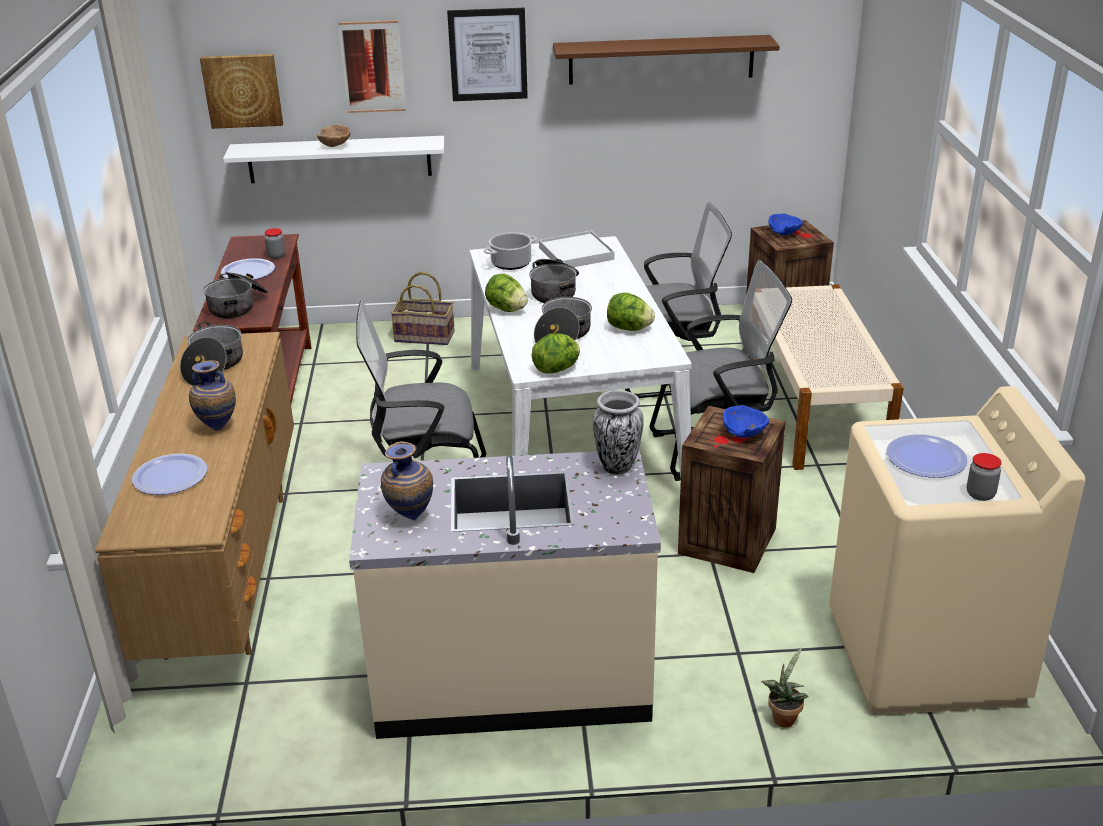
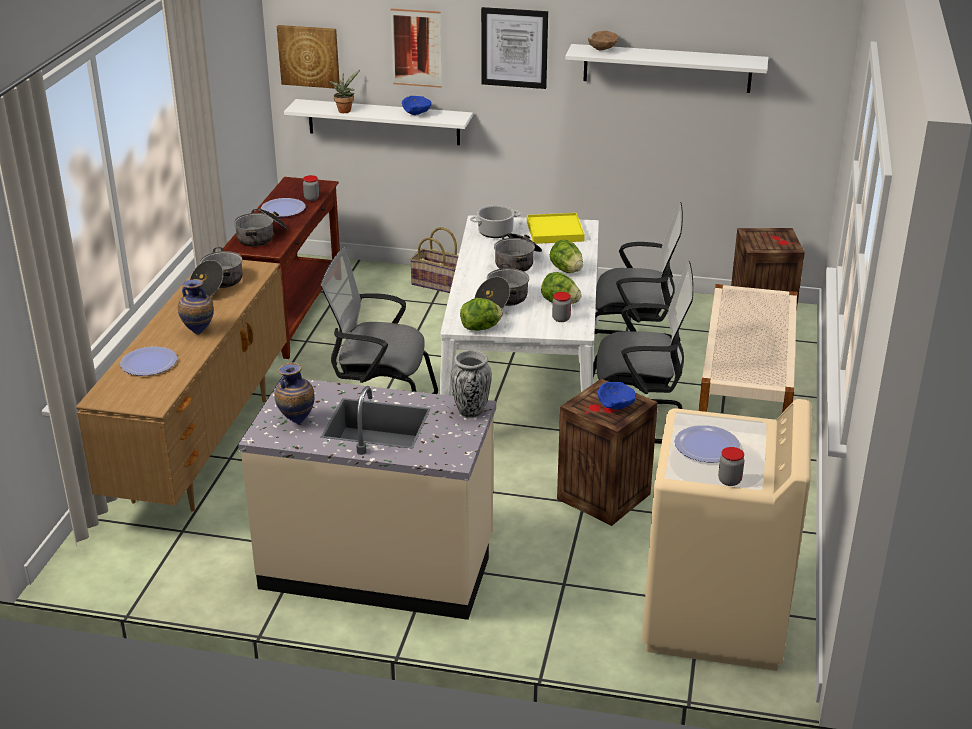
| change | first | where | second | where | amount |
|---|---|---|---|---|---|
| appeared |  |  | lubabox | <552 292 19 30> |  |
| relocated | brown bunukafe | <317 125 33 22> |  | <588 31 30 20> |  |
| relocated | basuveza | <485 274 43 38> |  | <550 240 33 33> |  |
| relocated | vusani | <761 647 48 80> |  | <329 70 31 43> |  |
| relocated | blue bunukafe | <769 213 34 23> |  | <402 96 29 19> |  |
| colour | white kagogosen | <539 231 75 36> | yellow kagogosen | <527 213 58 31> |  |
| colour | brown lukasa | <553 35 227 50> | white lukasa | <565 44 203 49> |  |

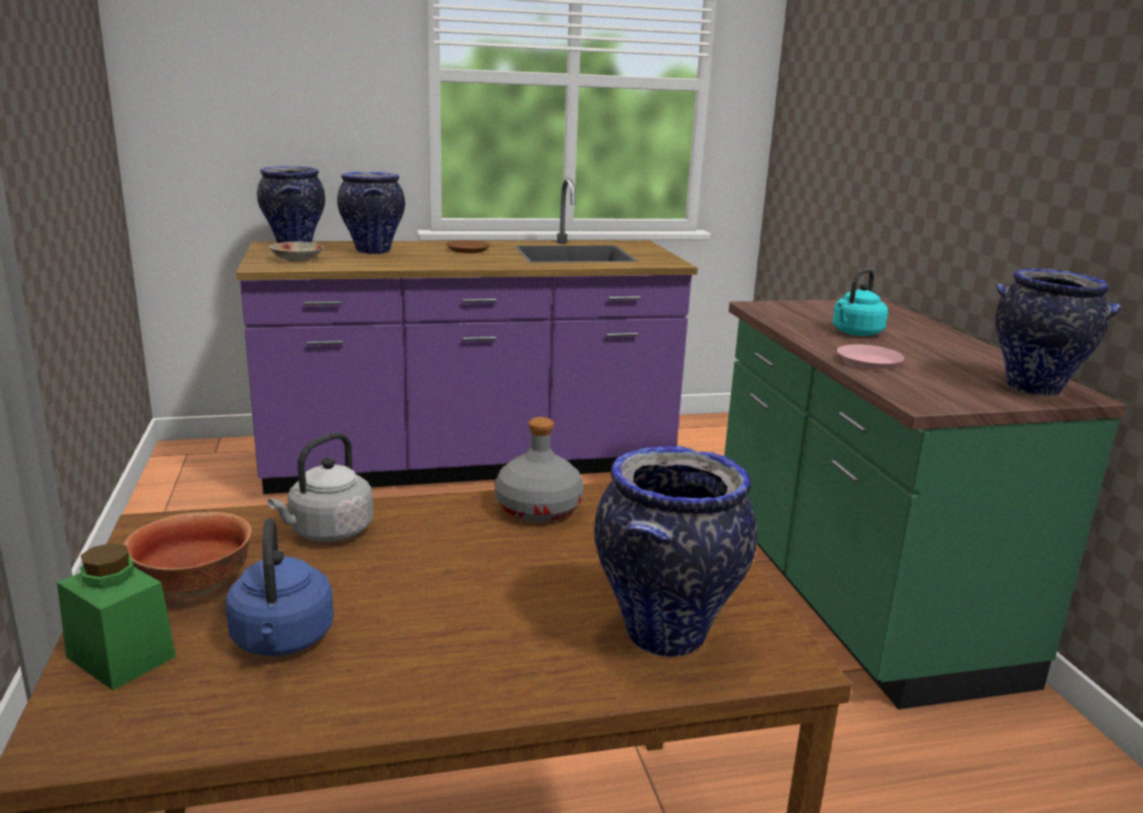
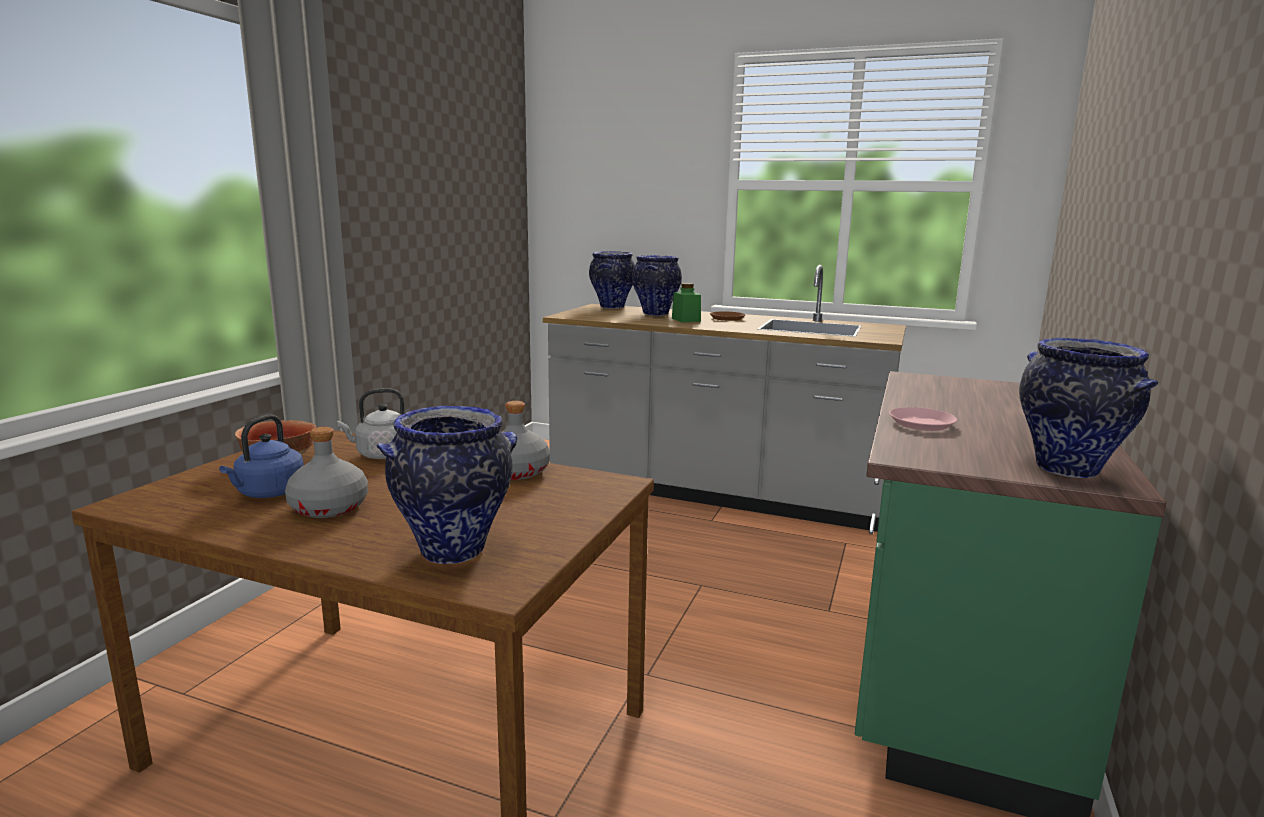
| change | first | where | second | where | amount |
|---|---|---|---|---|---|
| missing | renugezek | <269 242 55 20> |  |  |  |
| missing | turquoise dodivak | <833 269 55 67> |  |  |  |
| appeared |  |  | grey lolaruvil | <285 427 83 91> |  |
| relocated | green lubabox | <57 543 119 147> |  | <672 283 29 40> |  |
| colour | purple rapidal | <236 177 462 317> | grey rapidal | <543 265 363 267> |  |

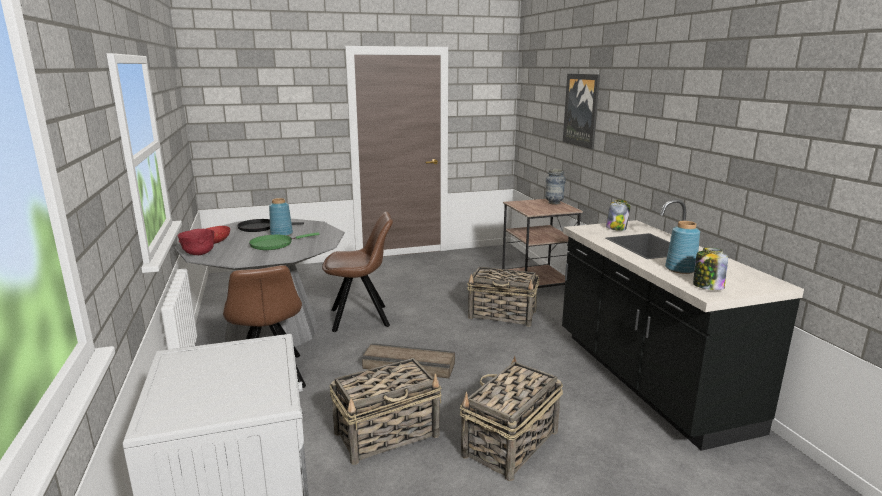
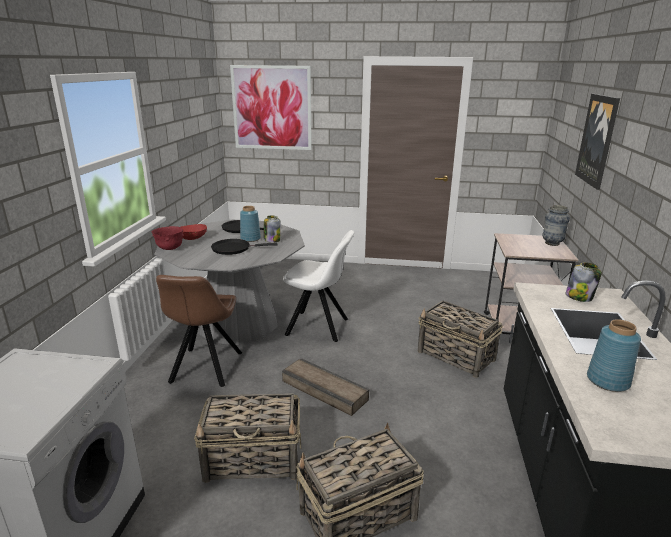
| change | first | where | second | where | amount |
|---|---|---|---|---|---|
| appeared |  |  | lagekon | <230 65 82 85> |  |
| relocated | lubabox | <693 248 35 42> |  | <264 216 17 27> |  |
| colour | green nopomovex | <249 232 70 18> | black nopomovex | <211 239 67 16> |  |
| colour | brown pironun | <322 212 71 120> | white pironun | <283 230 71 112> |  |

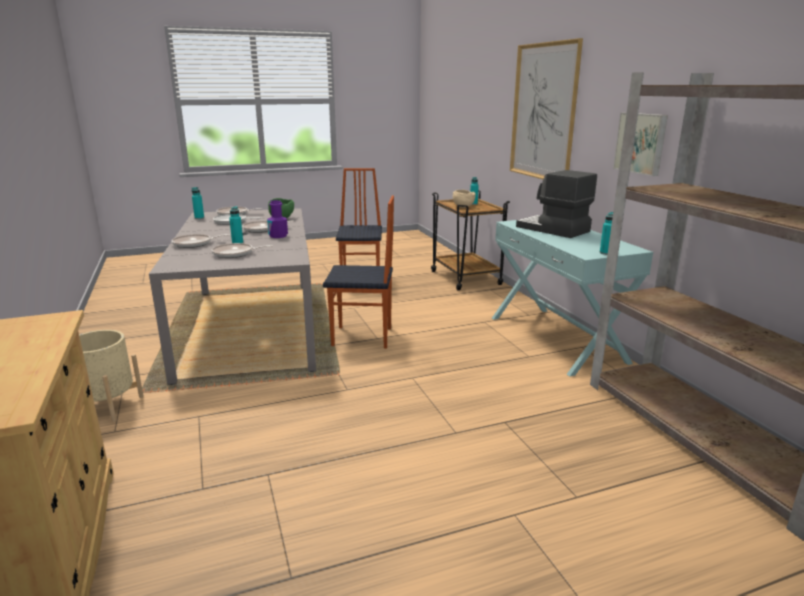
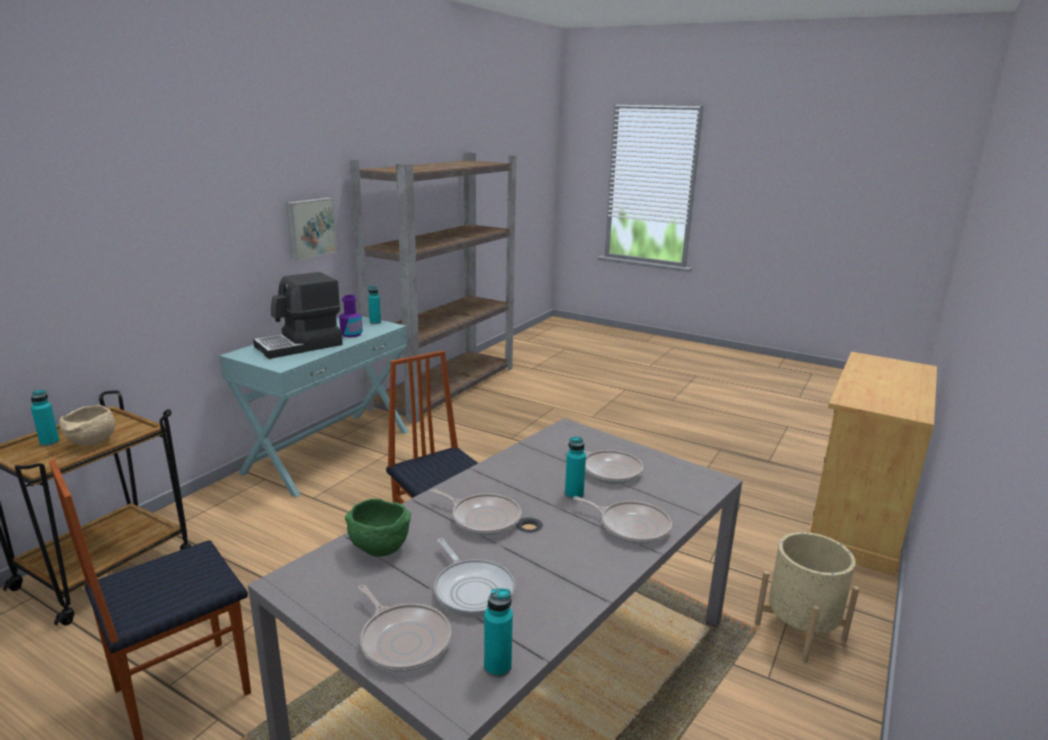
| change | first | where | second | where | amount |
|---|---|---|---|---|---|
| missing | lagekon | <510 38 73 141> |  |  |  |
| relocated | purple lolaruvil | <267 200 21 38> |  | <339 295 23 42> |  |
| spun | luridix | <516 170 81 68> |  | <253 272 90 87> | 45 degrees clockwise |

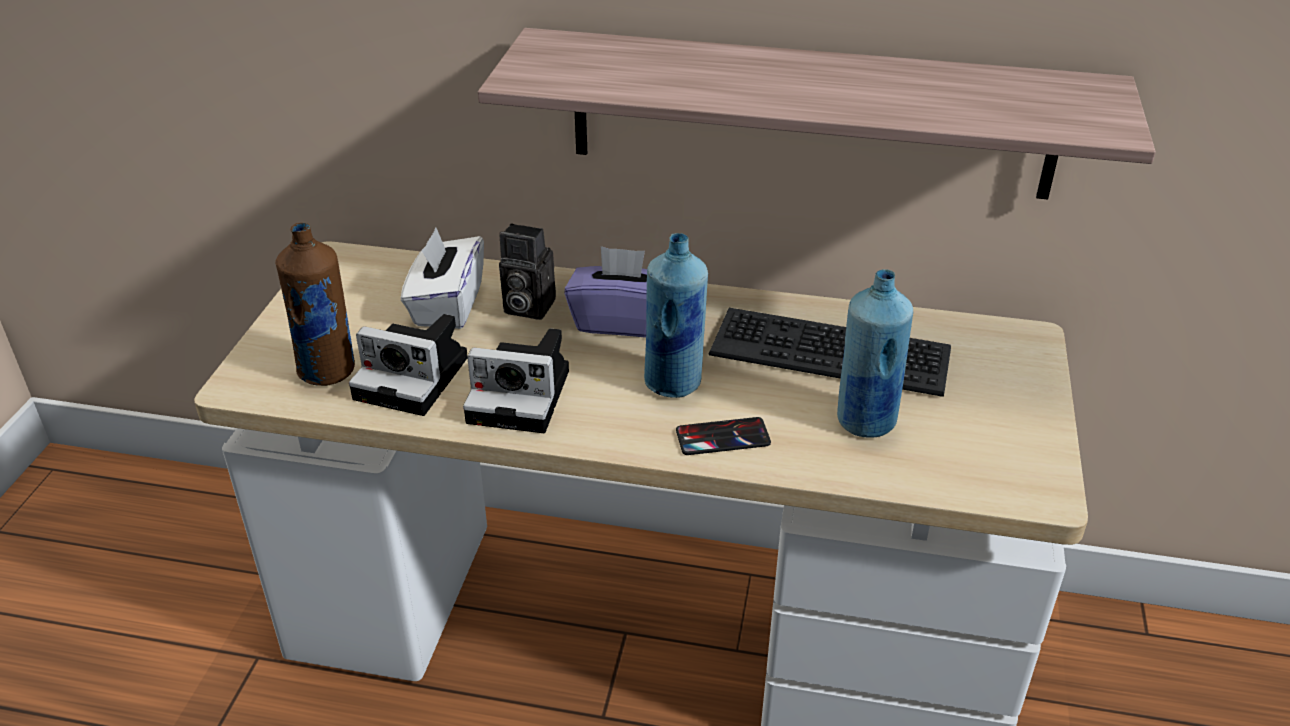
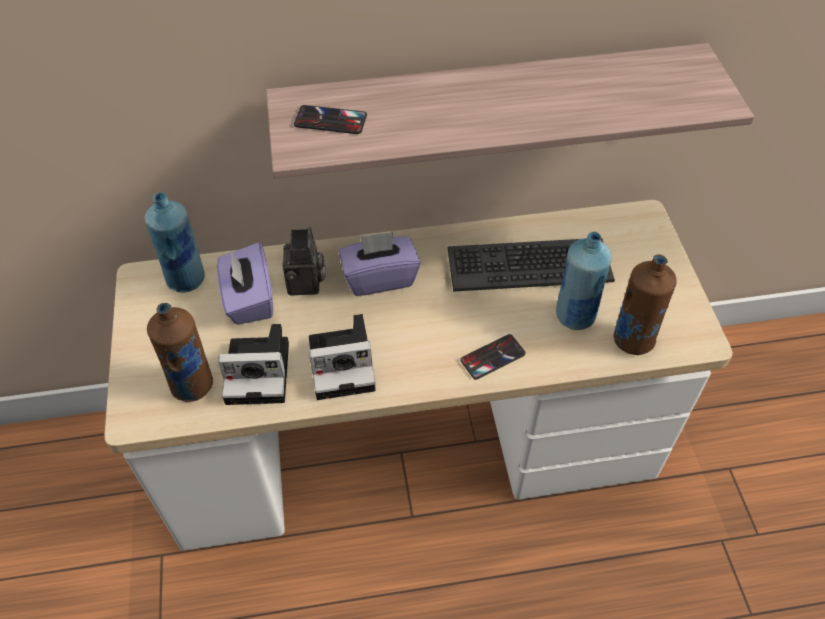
| change | first | where | second | where | amount |
|---|---|---|---|---|---|
| appeared |  |  | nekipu | <294 105 73 29> |  |
| appeared |  |  | brown lolaruvil | <614 254 63 101> |  |
| relocated | blue lolaruvil | <644 233 64 165> |  | <144 193 61 100> |  |
| colour | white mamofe | <401 228 83 101> | purple mamofe | <217 242 56 83> |  |
| spun | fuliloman | <499 223 57 97> |  | <283 227 43 68> | 90 degrees counterclockwise |

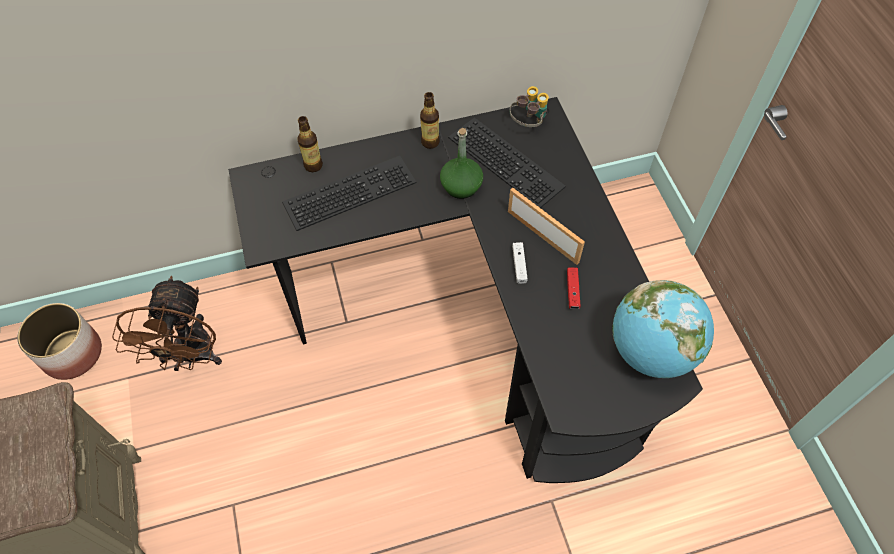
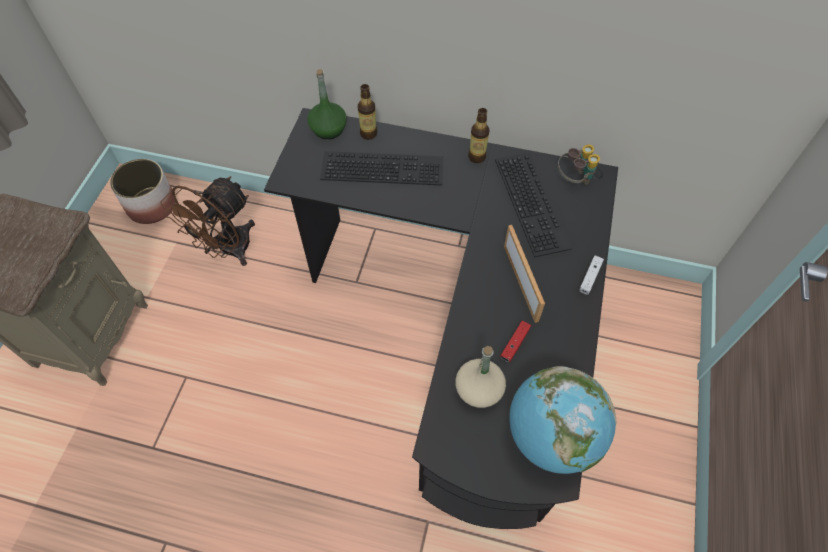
| change | first | where | second | where | amount |
|---|---|---|---|---|---|
| appeared |  |  | beige lolaruvil | <455 346 51 62> |  |
| relocated | green lolaruvil | <440 128 43 71> |  | <307 69 40 71> |  |
| relocated | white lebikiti | <512 242 16 42> |  | <579 255 25 40> |  |

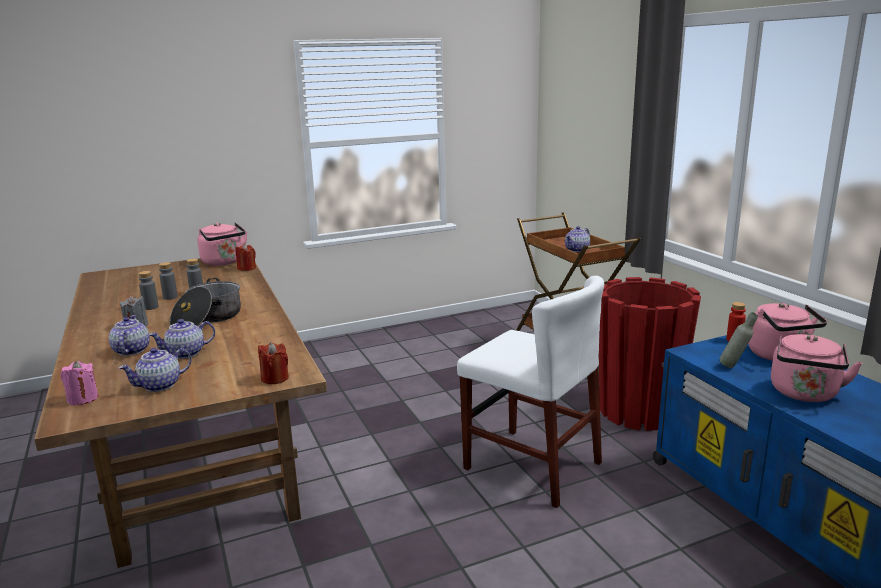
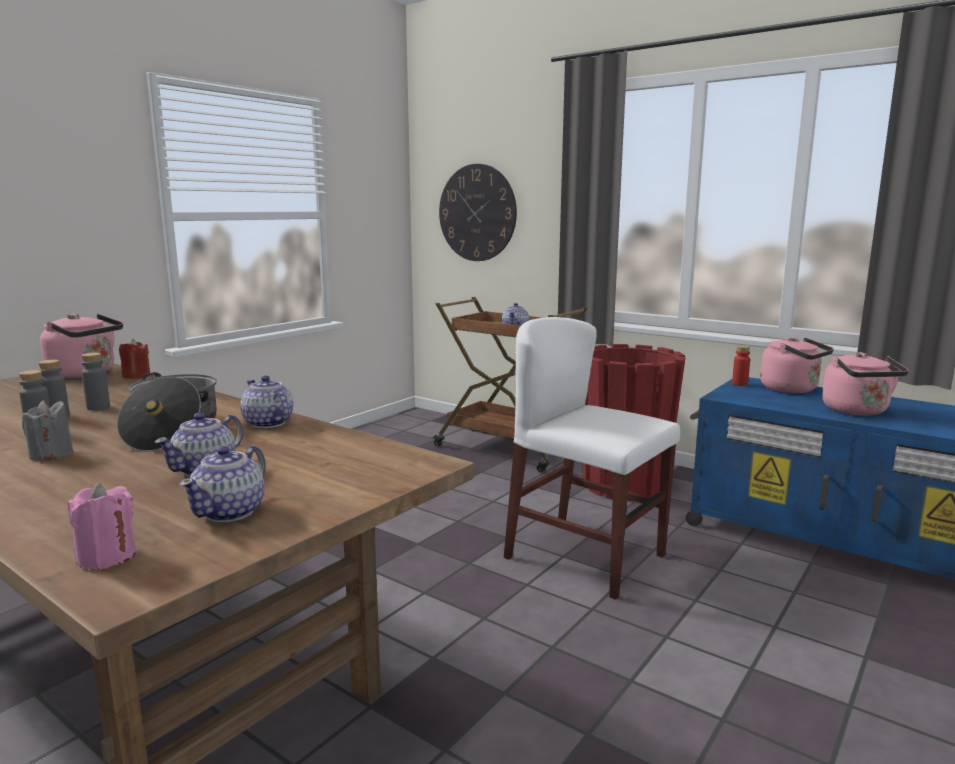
| change | first | where | second | where | amount |
|---|---|---|---|---|---|
| missing | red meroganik | <258 342 31 42> |  |  |  |
| missing | grey lolaruvil | <719 312 39 56> |  |  |  |
| appeared |  |  | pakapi | <439 164 78 97> |  |
| relocated | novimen | <109 315 41 41> |  | <240 376 53 52> |  |
| spun | white pironun | <457 276 147 232> |  | <504 317 176 283> | 150 degrees counterclockwise |

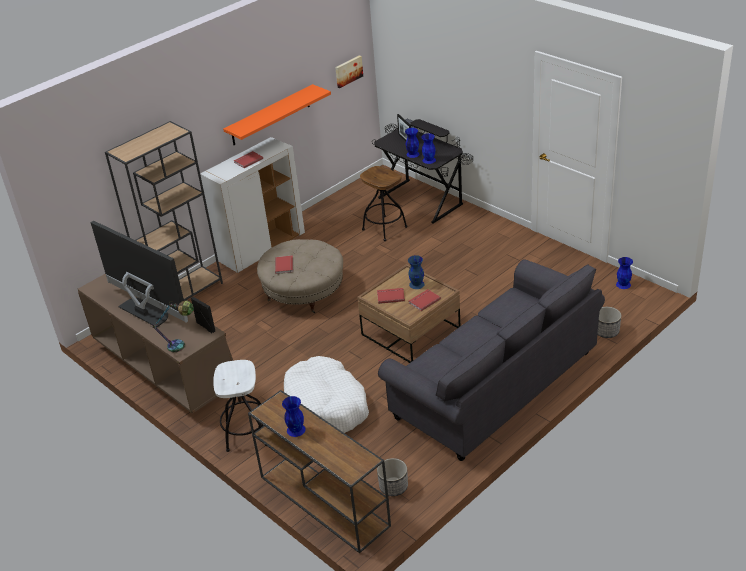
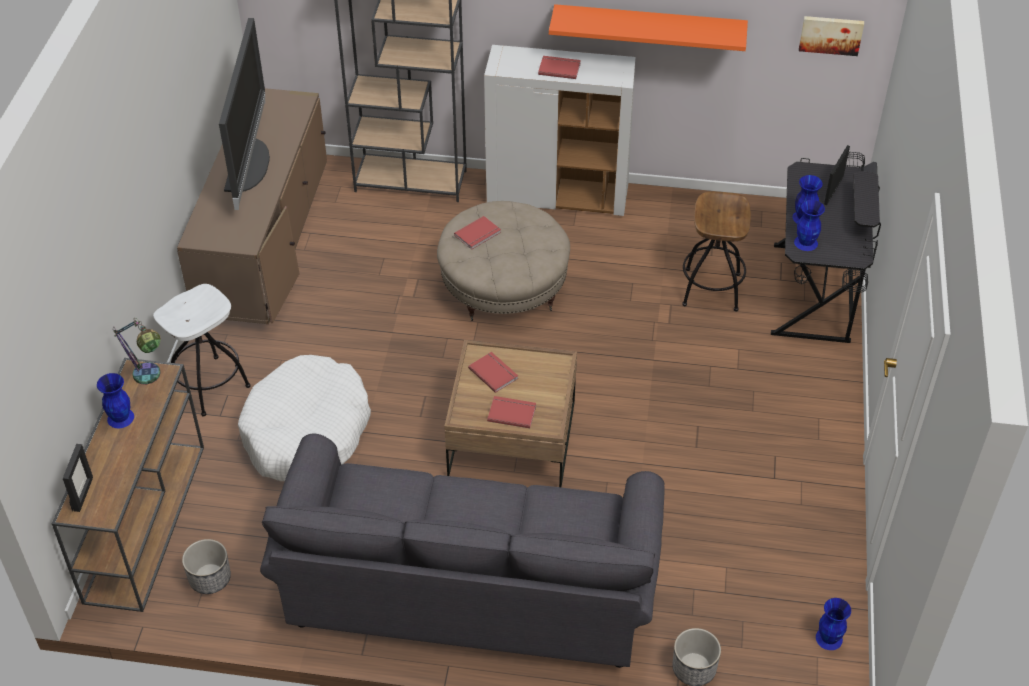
| change | first | where | second | where | amount |
|---|---|---|---|---|---|
| missing | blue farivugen | <408 255 17 34> |  |  |  |
| relocated | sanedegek | <151 301 43 51> |  | <114 319 47 65> |  |
| relocated | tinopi | <191 297 24 36> |  | <62 444 31 68> |  |

